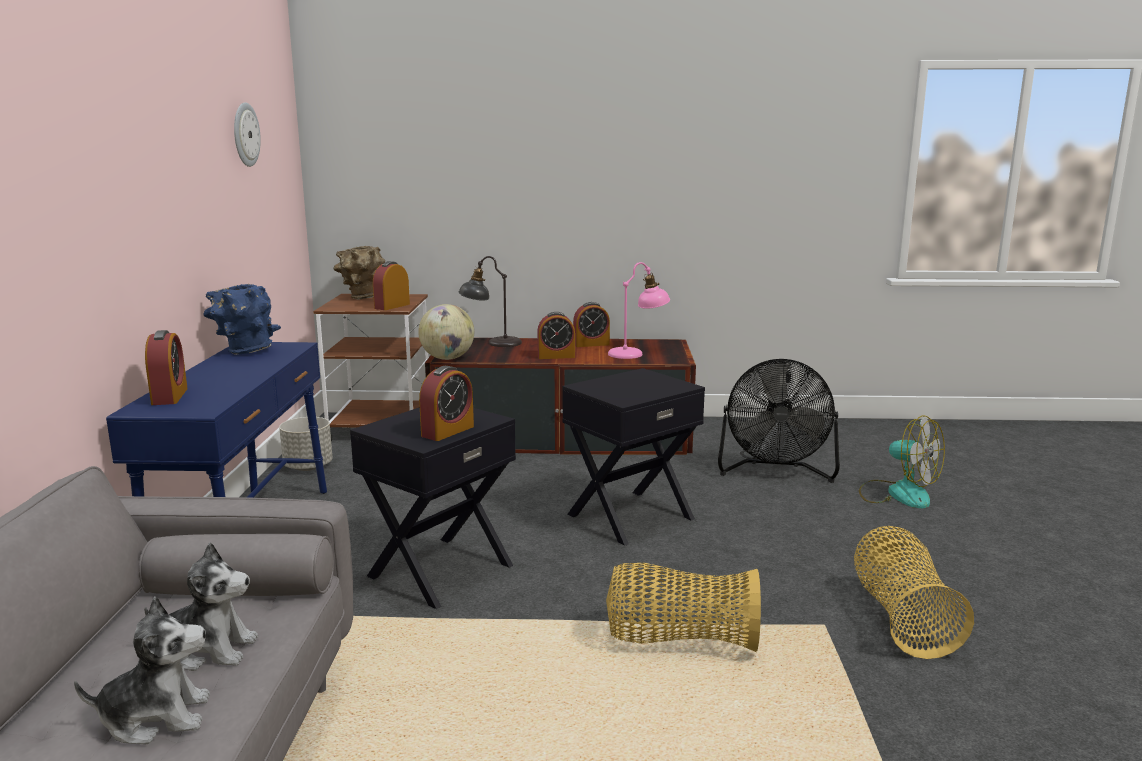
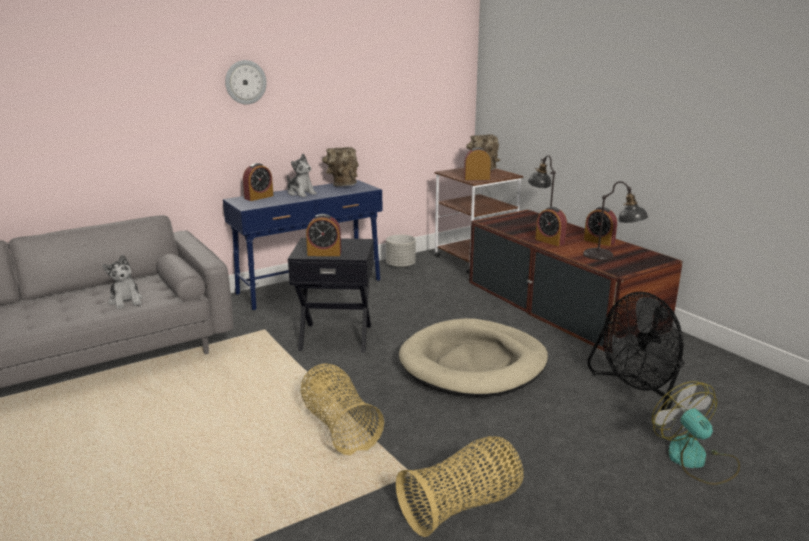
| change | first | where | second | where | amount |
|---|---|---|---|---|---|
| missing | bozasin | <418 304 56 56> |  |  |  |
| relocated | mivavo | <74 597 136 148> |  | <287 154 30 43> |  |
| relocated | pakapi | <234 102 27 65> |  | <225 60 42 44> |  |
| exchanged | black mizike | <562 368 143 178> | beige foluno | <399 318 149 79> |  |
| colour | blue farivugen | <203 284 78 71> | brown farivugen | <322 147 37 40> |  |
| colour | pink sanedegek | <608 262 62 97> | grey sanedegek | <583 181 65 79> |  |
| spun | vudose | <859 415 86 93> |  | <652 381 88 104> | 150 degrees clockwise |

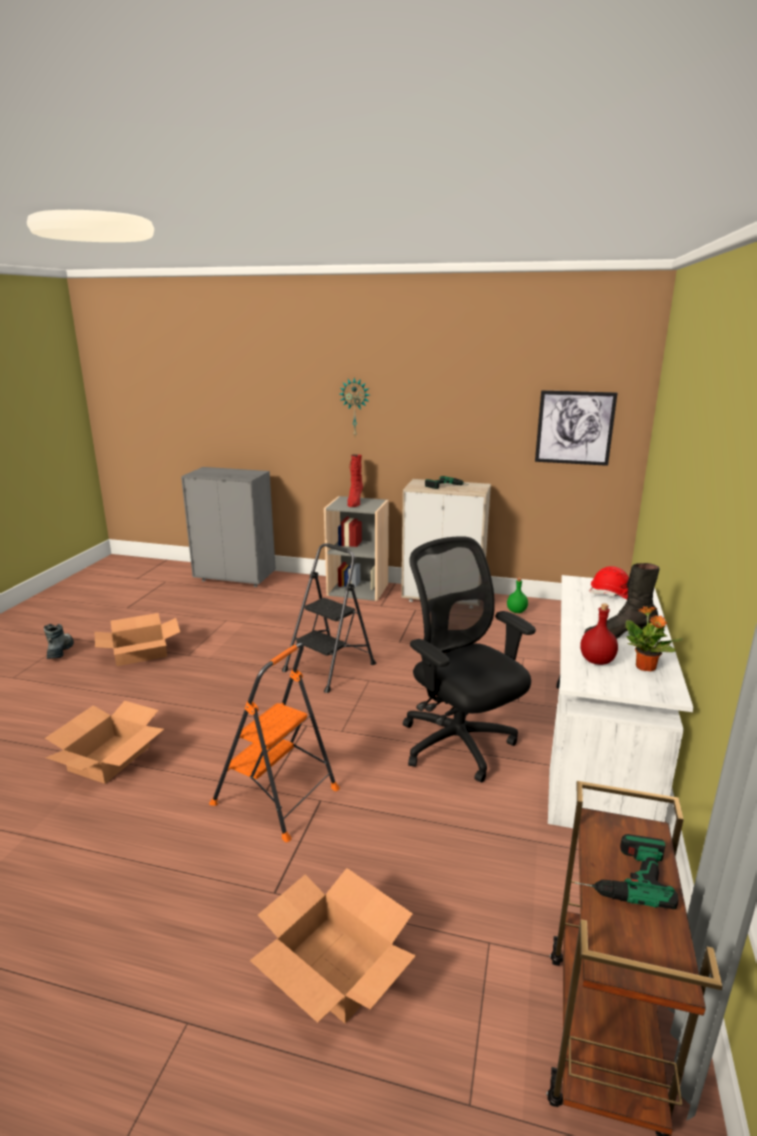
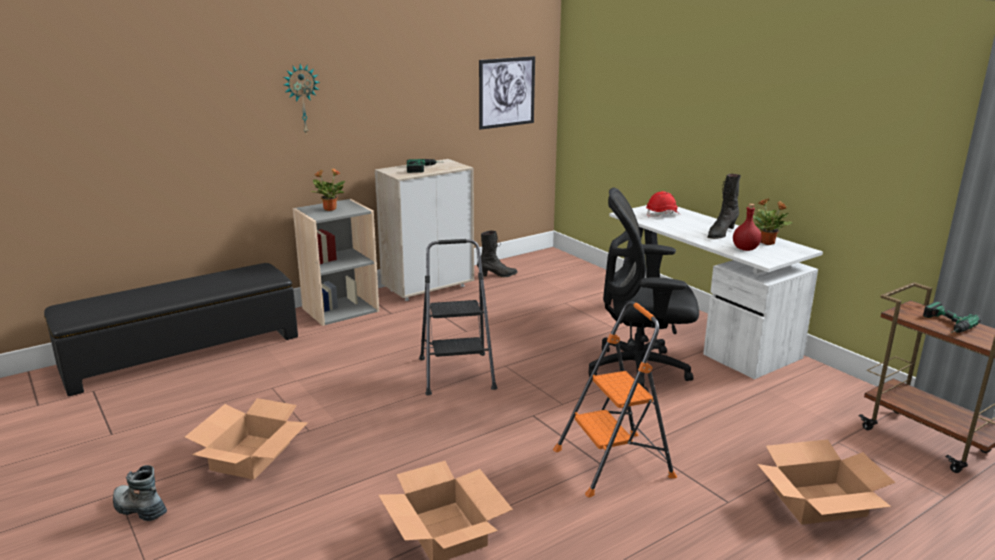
| change | first | where | second | where | amount |
|---|---|---|---|---|---|
| exchanged | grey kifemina | <181 467 95 120> | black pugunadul | <44 263 254 133> |  |
| exchanged | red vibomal | <347 454 16 53> | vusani | <310 168 35 43> |  |
| exchanged | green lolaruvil | <507 578 21 35> | black vibomal | <477 231 41 46> |  |

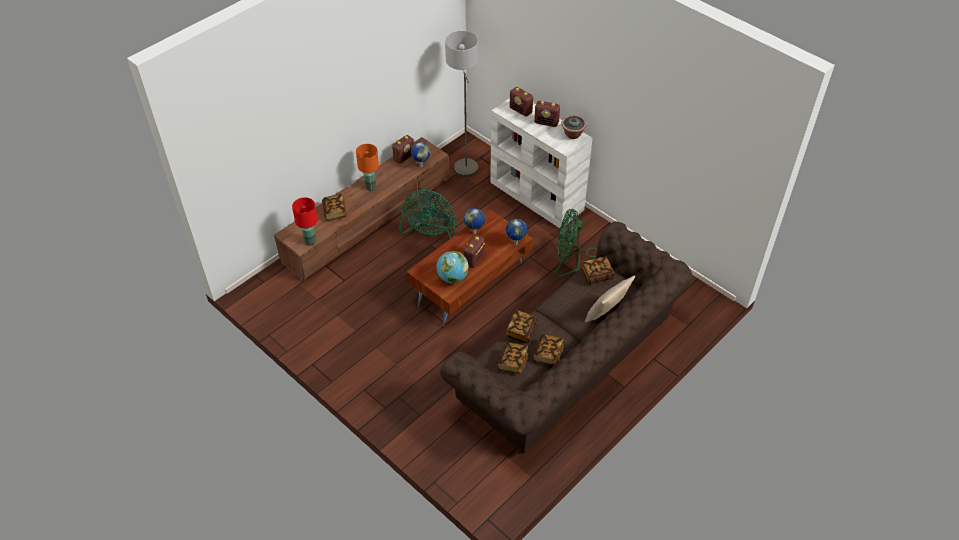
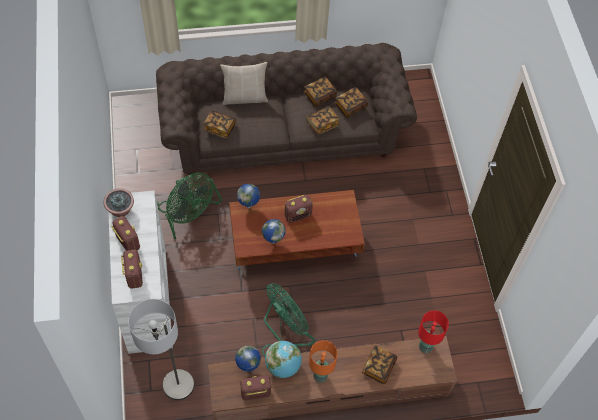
| change | first | where | second | where | amount |
|---|---|---|---|---|---|
| relocated | bozasin | <436 251 33 33> |  | <265 341 37 37> |  |

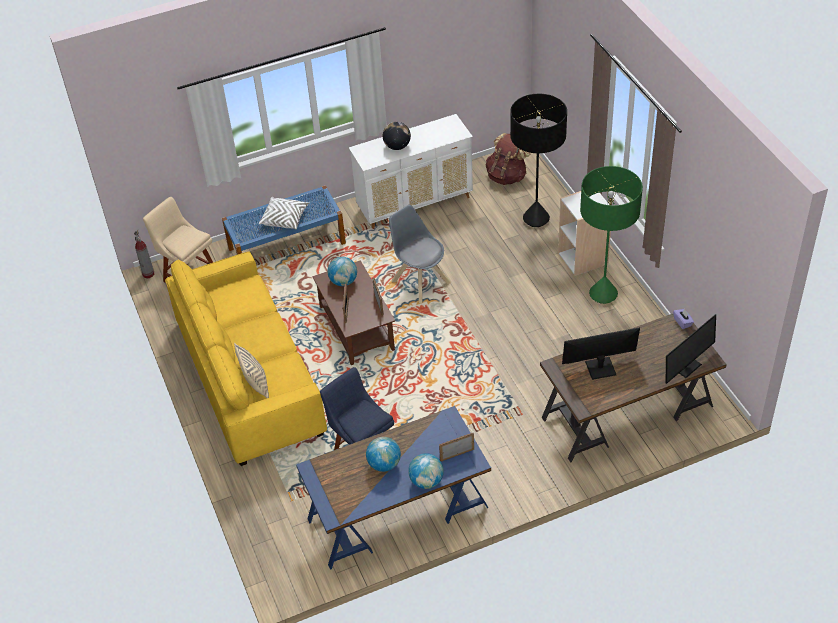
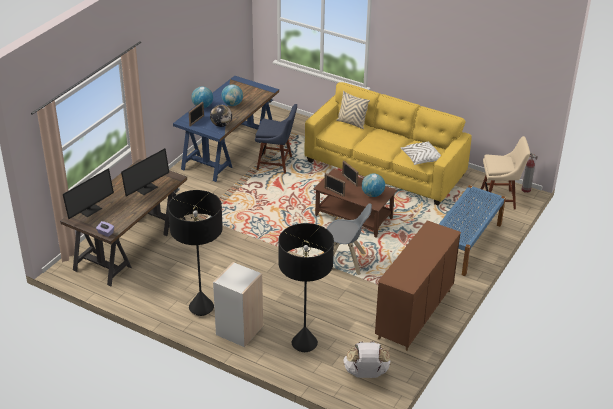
| change | first | where | second | where | amount |
|---|---|---|---|---|---|
| relocated | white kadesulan | <259 197 50 32> |  | <400 142 41 23> |  |
| relocated | bozasin | <383 122 28 28> |  | <210 105 22 22> |  |
| colour | white kifemina | <349 114 124 115> | brown kifemina | <375 220 86 131> |  |
| colour | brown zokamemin | <486 133 45 52> | white zokamemin | <343 341 48 37> |  |
| colour | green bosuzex | <580 166 63 138> | black bosuzex | <168 190 55 126> |  |
| spun | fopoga | <666 314 50 70> |  | <63 168 51 51> | 150 degrees counterclockwise |

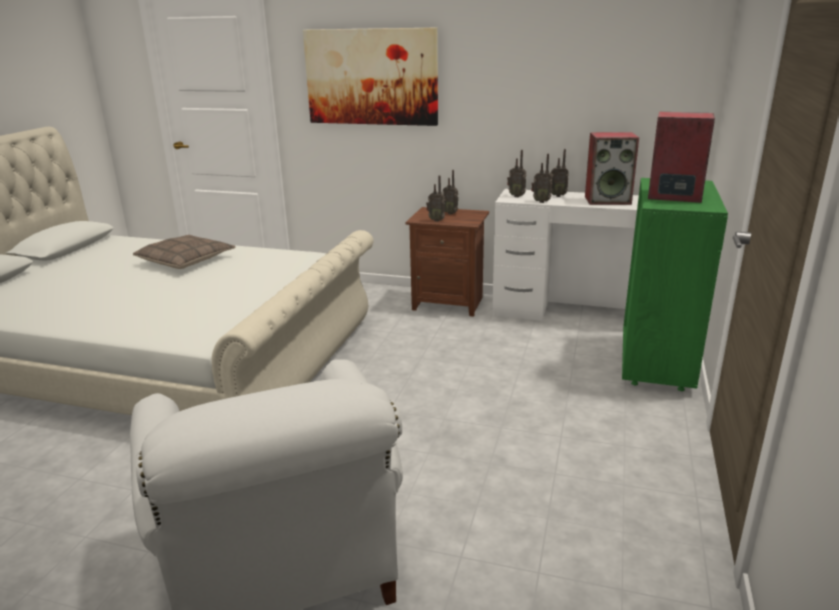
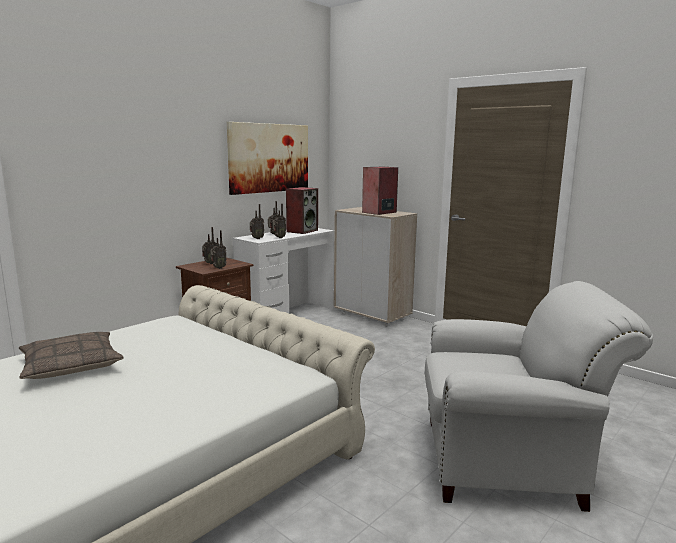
| change | first | where | second | where | amount |
|---|---|---|---|---|---|
| relocated | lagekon | <303 28 135 98> |  | <227 122 81 73> |  |
| colour | green kifemina | <622 178 106 213> | beige kifemina | <334 207 83 119> |  |

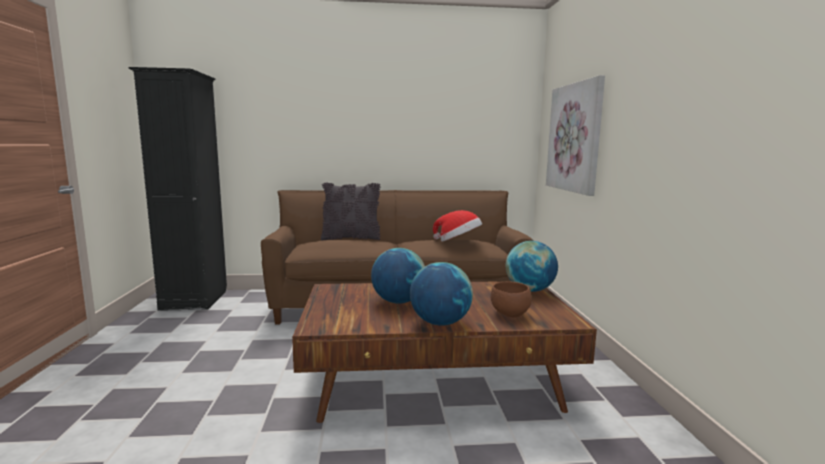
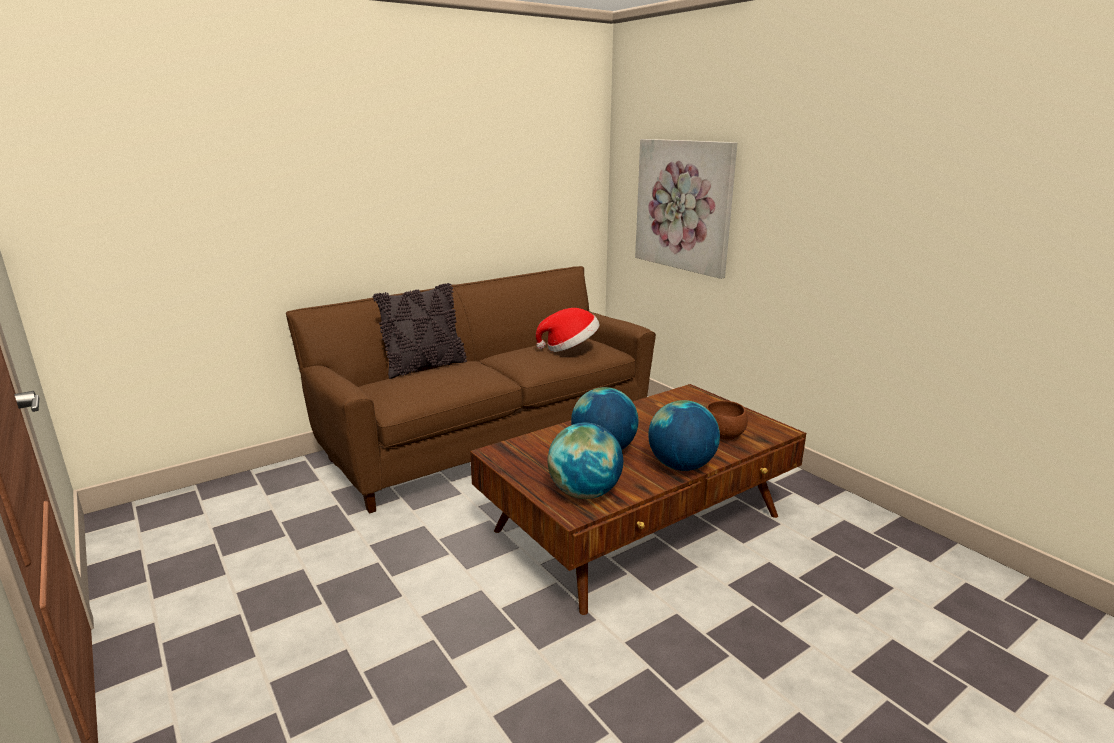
| change | first | where | second | where | amount |
|---|---|---|---|---|---|
| missing | black kifemina | <129 67 98 244> |  |  |  |
| relocated | bozasin | <506 241 52 51> |  | <547 423 76 76> |  |

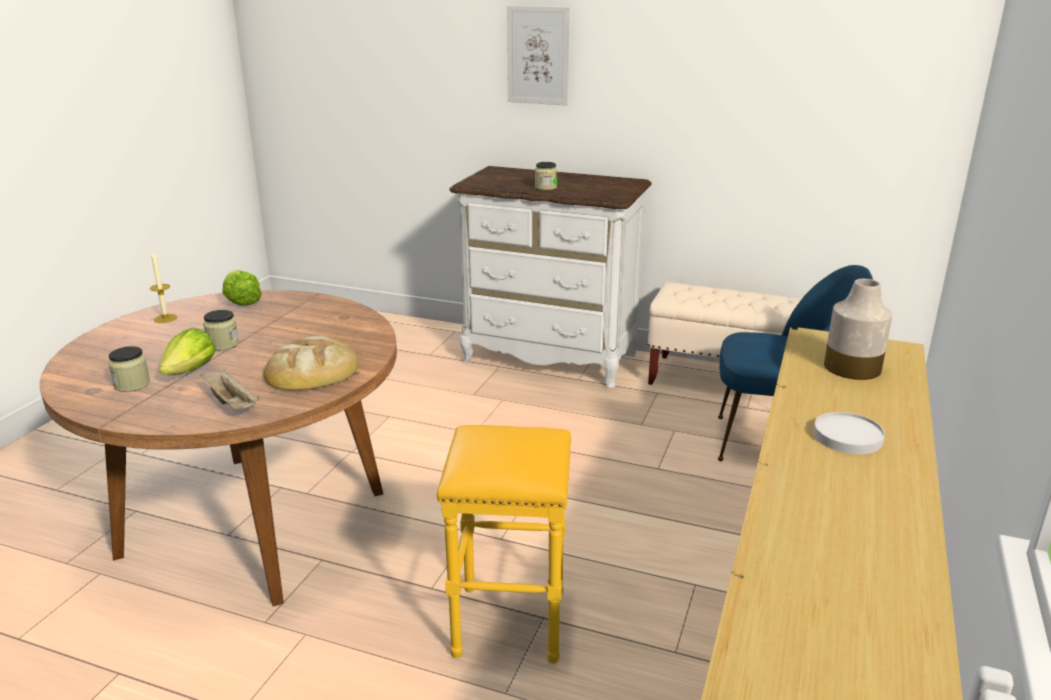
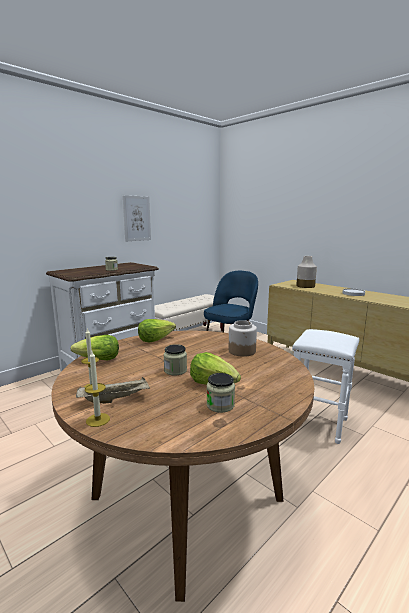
| change | first | where | second | where | amount |
|---|---|---|---|---|---|
| appeared |  |  | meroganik | <85 351 25 76> |  |
| appeared |  |  | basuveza | <138 319 38 24> |  |
| relocated | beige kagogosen | <200 370 60 40> |  | <76 377 74 26> |  |
| relocated | lagekon | <507 6 63 99> |  | <123 195 28 46> |  |
| exchanged | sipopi | <263 336 95 54> | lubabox | <229 320 28 37> |  |
| colour | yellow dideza | <437 425 134 239> | white dideza | <292 329 67 115> |  |

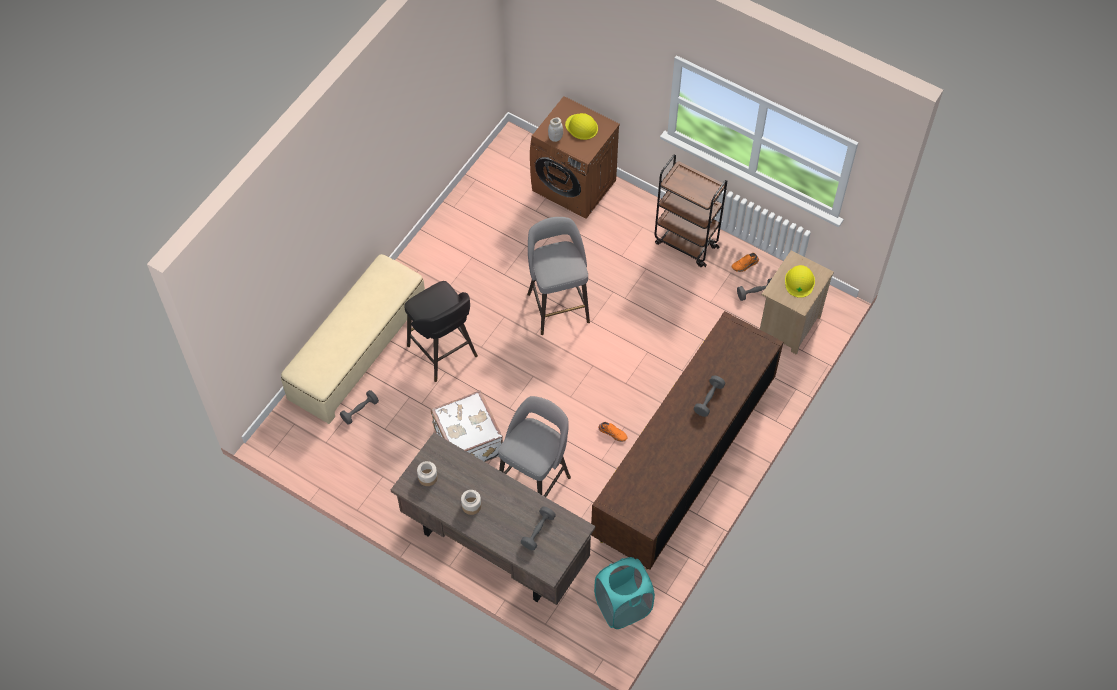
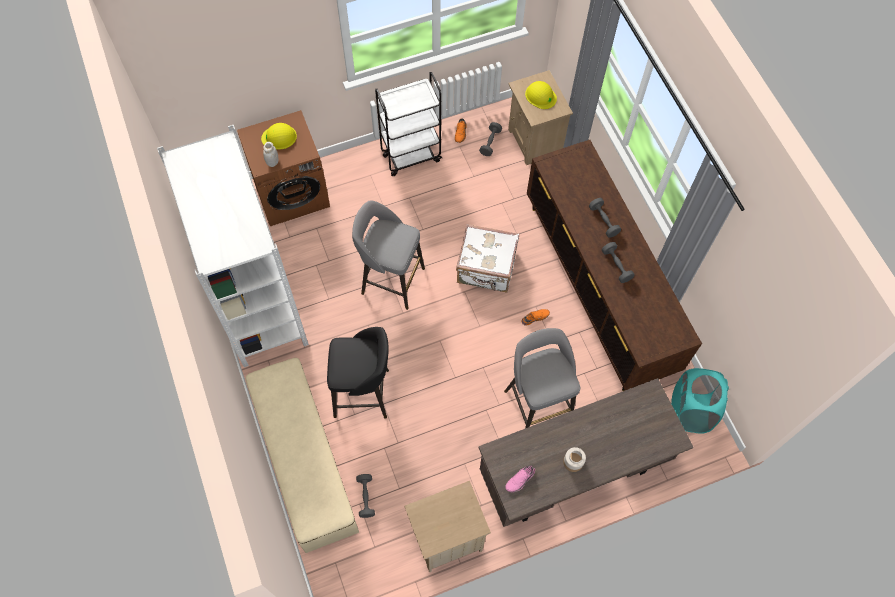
| change | first | where | second | where | amount |
|---|---|---|---|---|---|
| appeared |  |  | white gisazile | <157 125 152 242> |  |
| appeared |  |  | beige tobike | <404 481 87 91> |  |
| relocated | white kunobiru | <431 390 72 72> |  | <456 224 63 69> |  |
| relocated | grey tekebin | <521 507 35 43> |  | <602 242 33 41> |  |
| exchanged | lubabox | <417 461 21 25> | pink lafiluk | <505 465 30 27> |  |
| colour | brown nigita | <655 154 72 113> | white nigita | <375 72 68 104> |  |

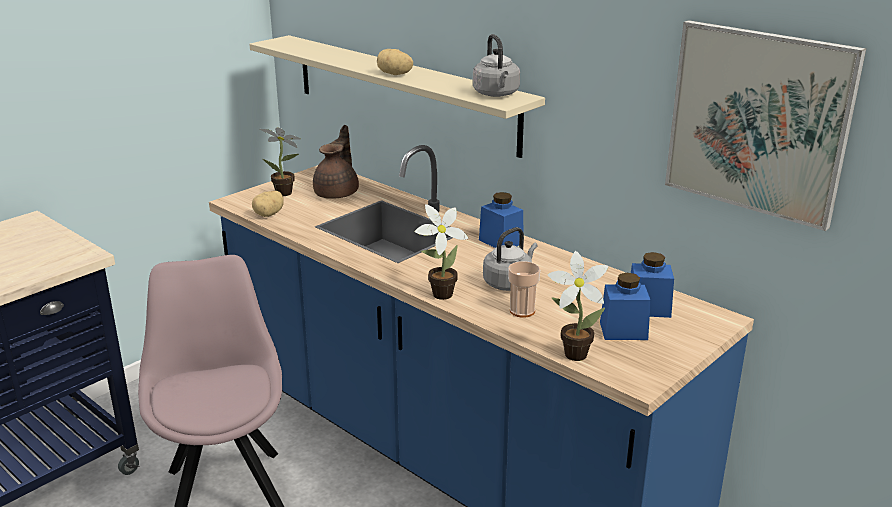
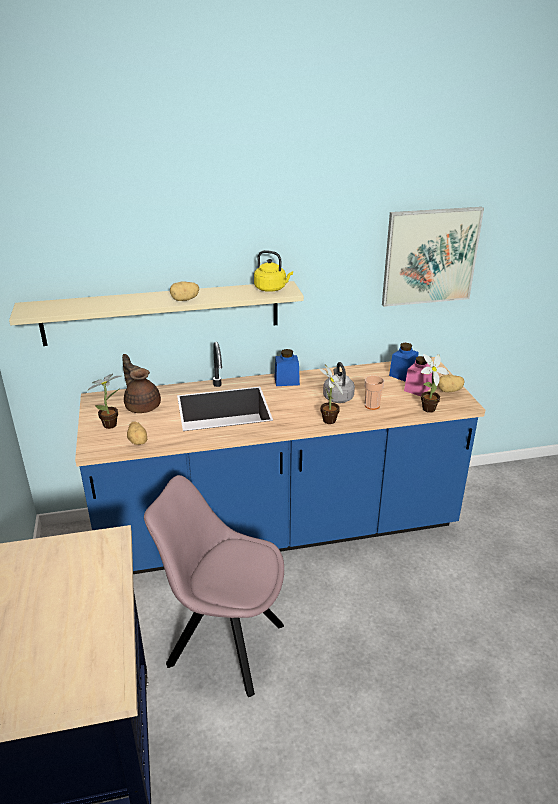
| change | first | where | second | where | amount |
|---|---|---|---|---|---|
| appeared |  |  | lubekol | <438 375 27 17> |  |
| colour | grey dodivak | <473 34 47 63> | yellow dodivak | <254 250 39 42> |  |
| colour | blue lubabox | <600 273 51 67> | pink lubabox | <404 356 29 40> |  |

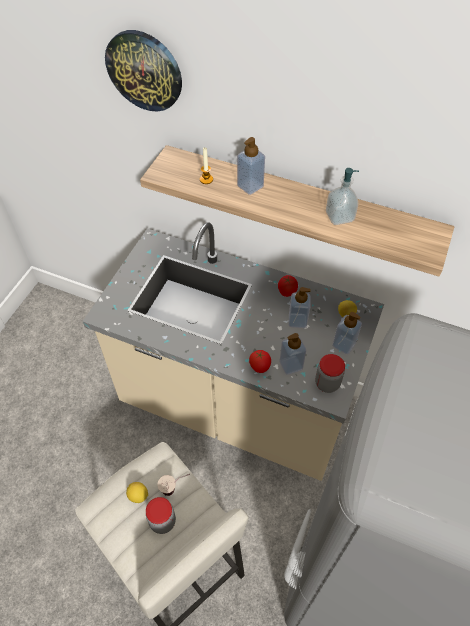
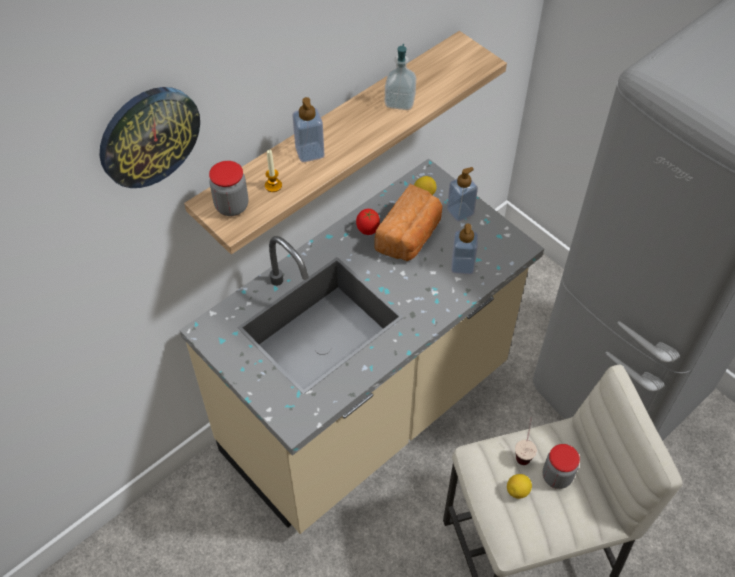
| change | first | where | second | where | amount |
|---|---|---|---|---|---|
| missing | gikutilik | <249 350 22 23> |  |  |  |
| relocated | lubabox | <315 354 30 39> |  | <209 161 39 55> |  |
| exchanged | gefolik | <288 287 23 41> | sipopi | <375 184 67 77> |  |

